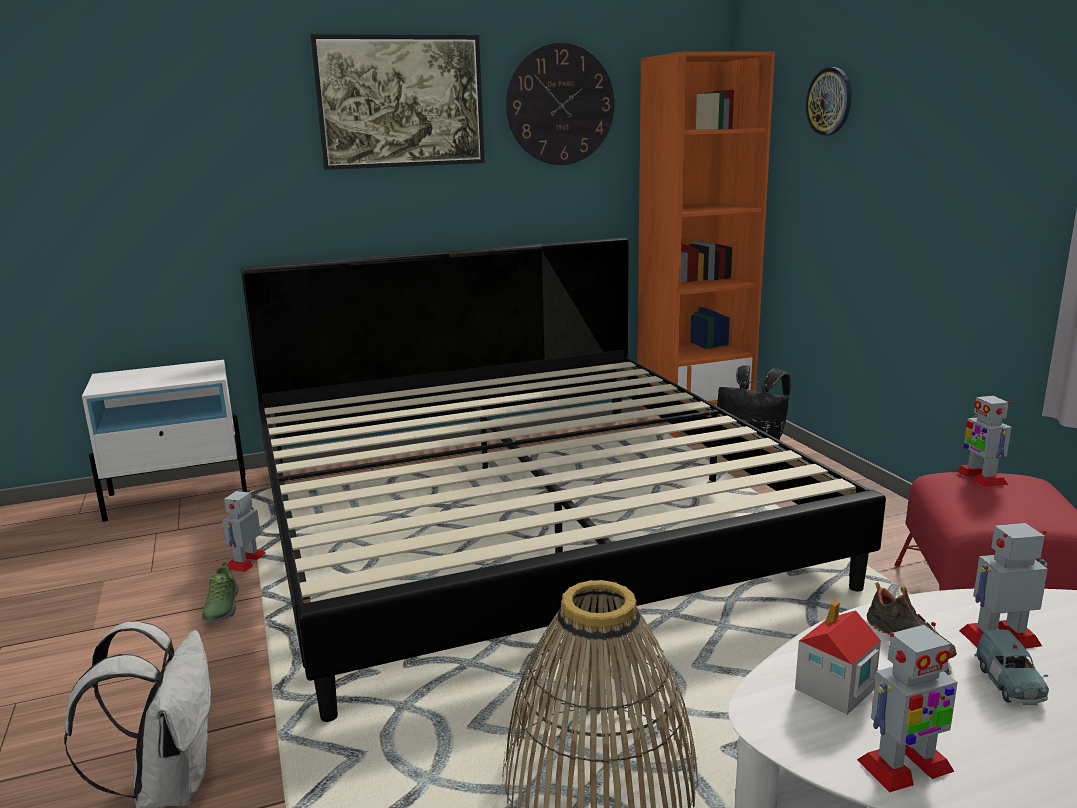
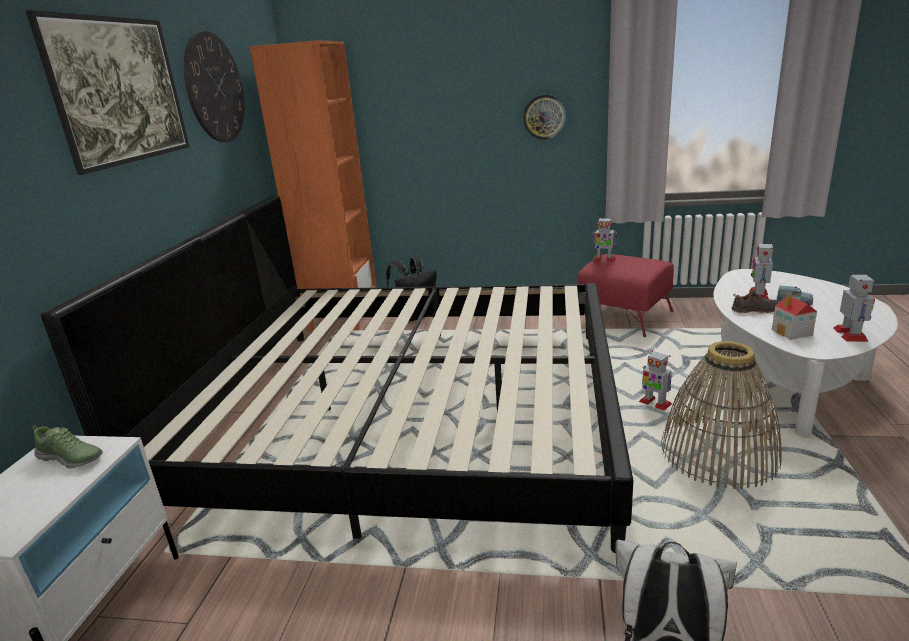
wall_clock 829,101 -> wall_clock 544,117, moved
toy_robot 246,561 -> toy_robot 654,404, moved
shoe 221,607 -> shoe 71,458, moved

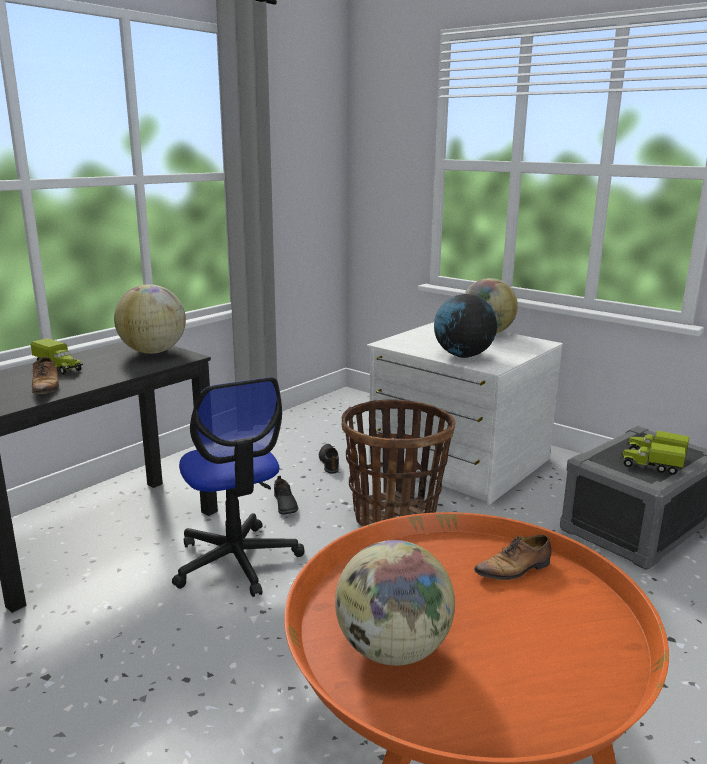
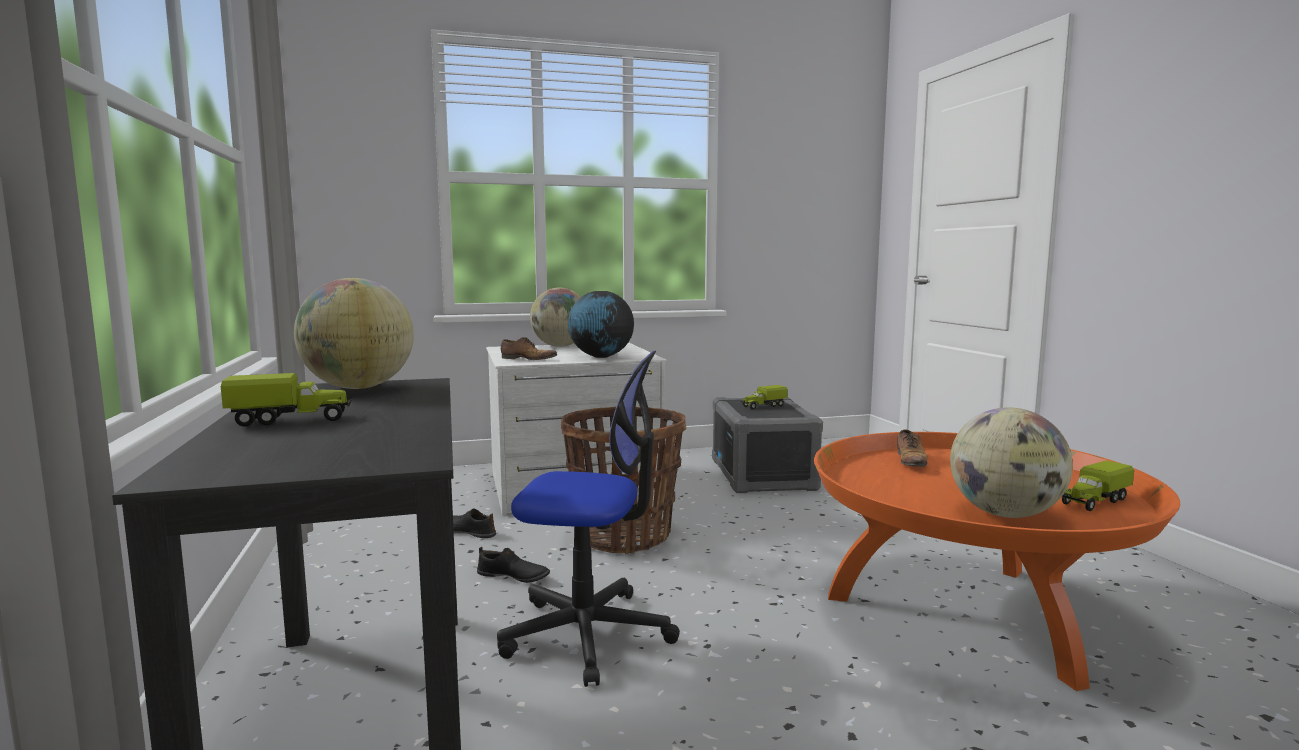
shoe 46,387 -> shoe 528,359, moved
toy_truck 650,467 -> toy_truck 1094,502, moved

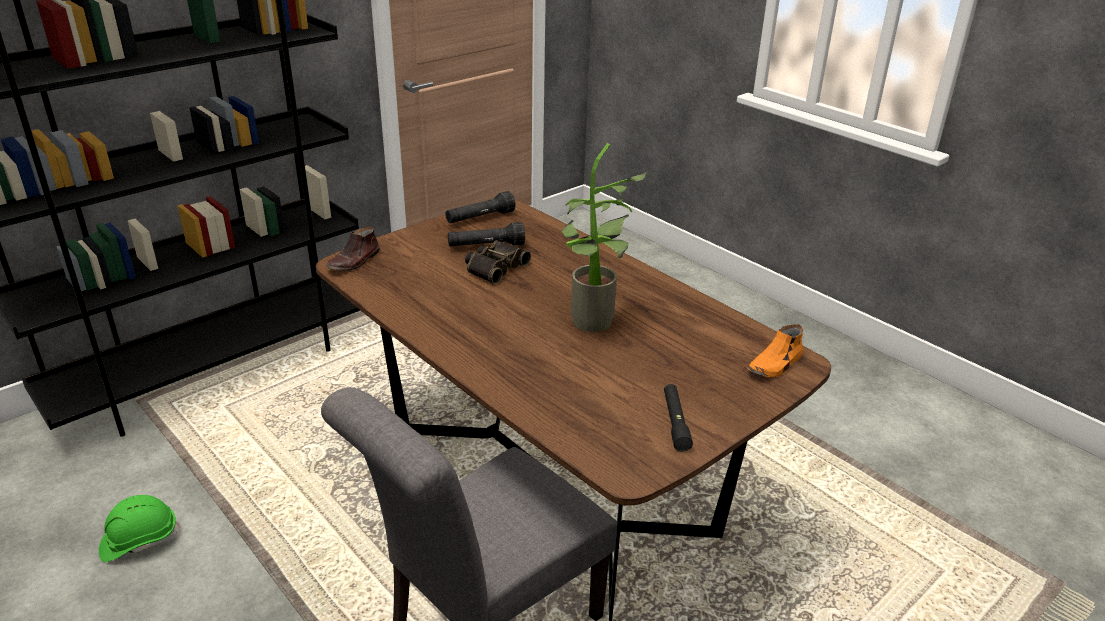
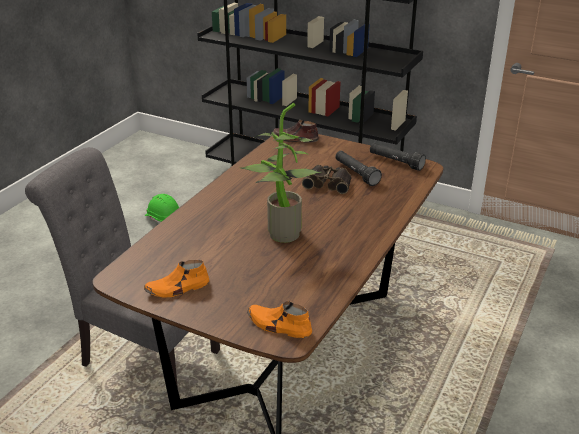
black_flashlight 675,422 -> orange_shoe 177,288

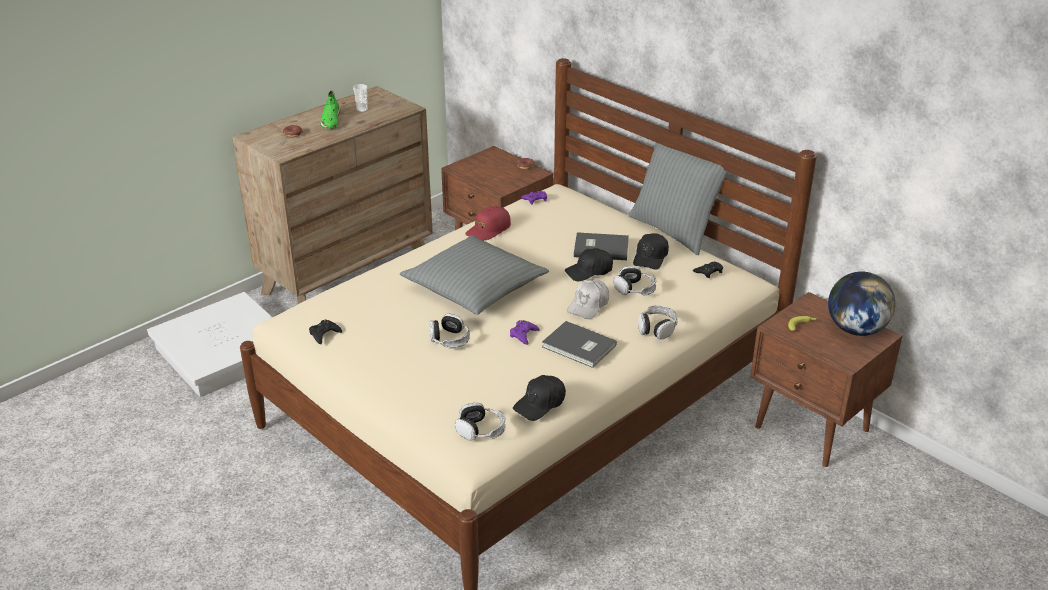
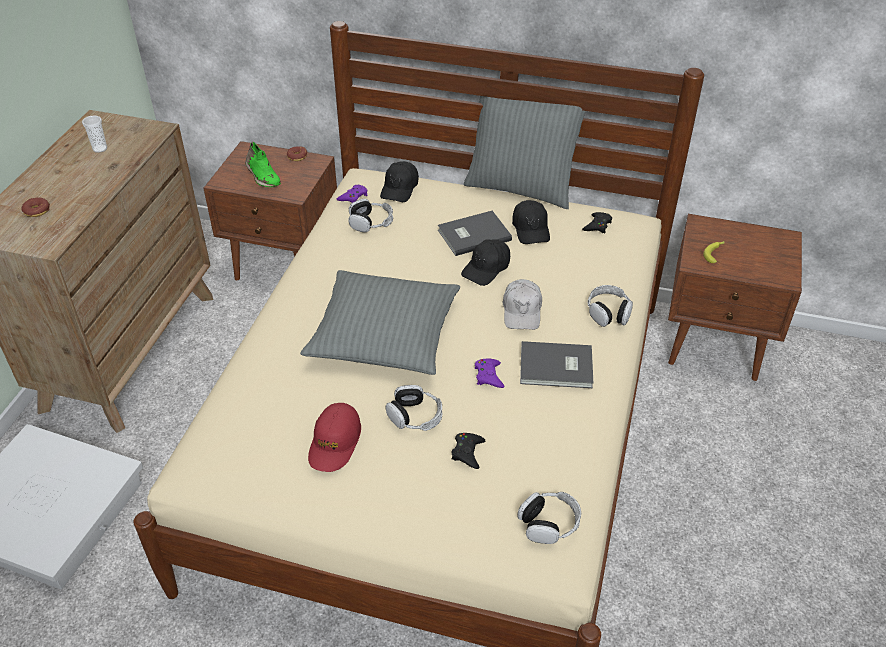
green_shoe 331,121 -> green_shoe 262,176, moved
red_cap 488,230 -> red_cap 335,443, moved
headphones 635,289 -> headphones 371,222, moved
globe 855,329 -> none
black_game_controller 324,334 -> black_game_controller 467,452, moved
black_cap 540,404 -> black_cap 400,188, moved

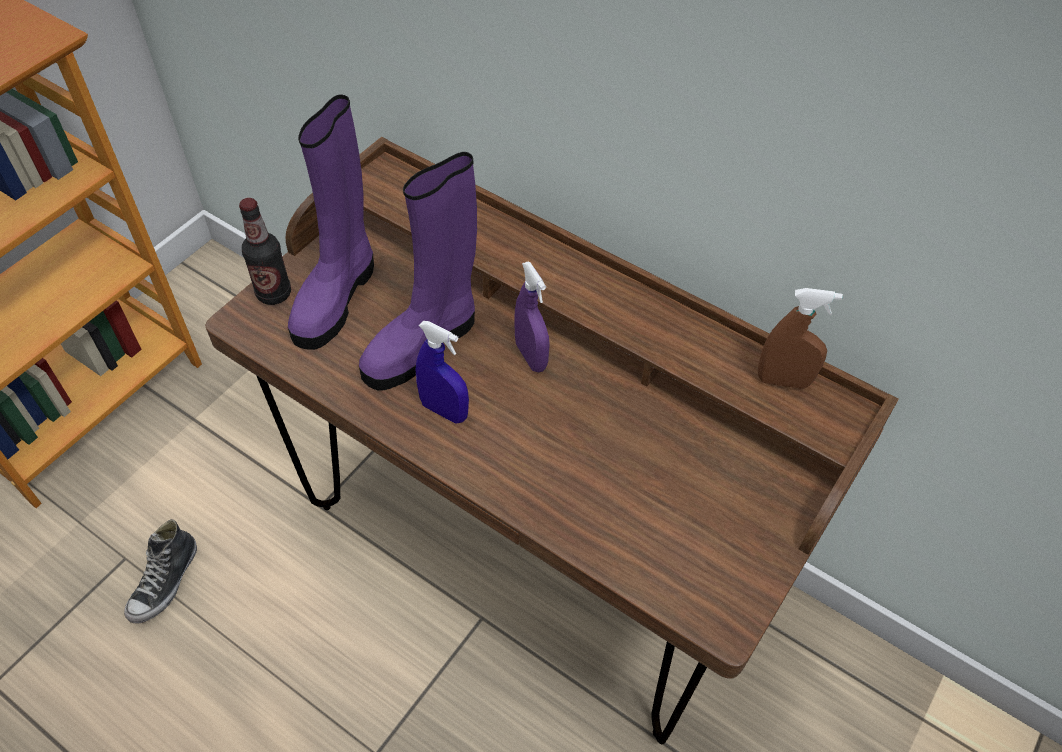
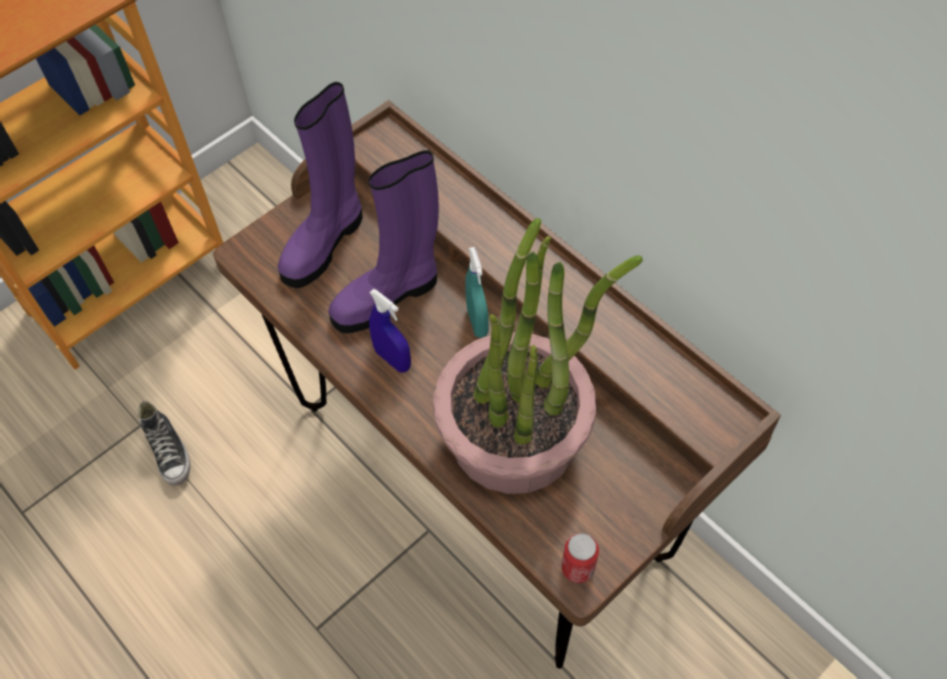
bottle 274,293 -> none
purple_spray_bottle 531,356 -> turquoise_spray_bottle 477,322
brown_spray_bottle 783,381 -> none
shoe 165,582 -> shoe 169,452, 60 degrees counterclockwise
none -> potted_plant 515,434
none -> can 578,568

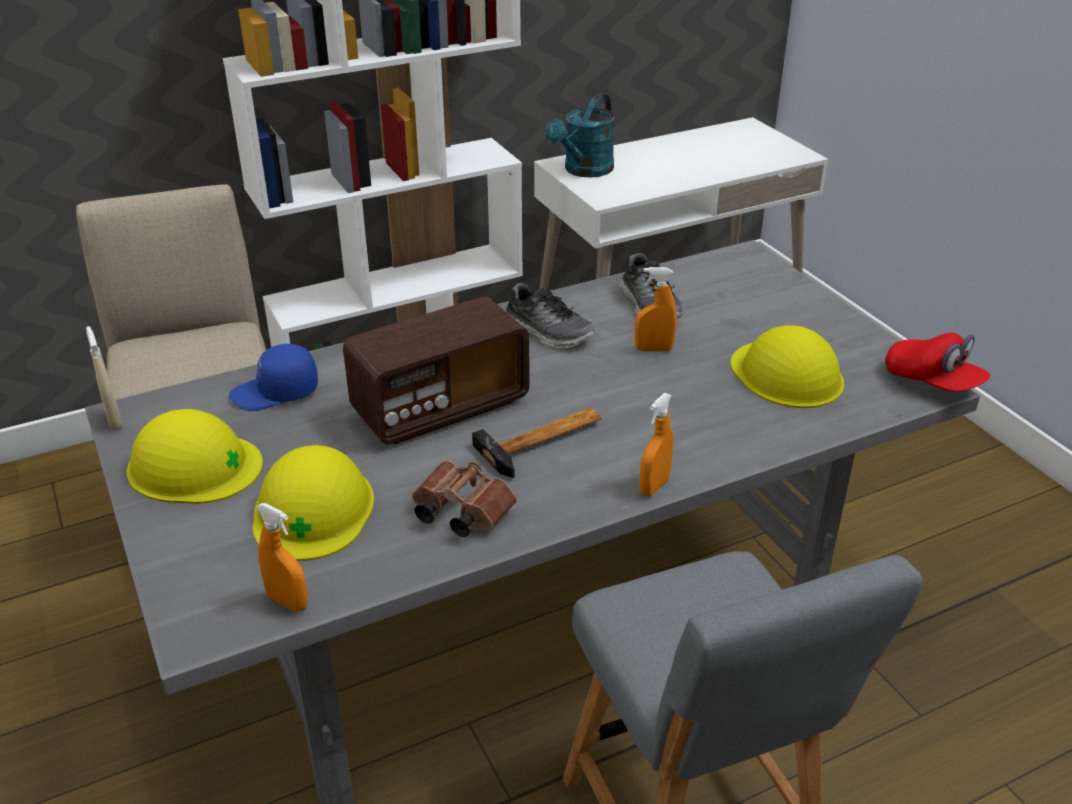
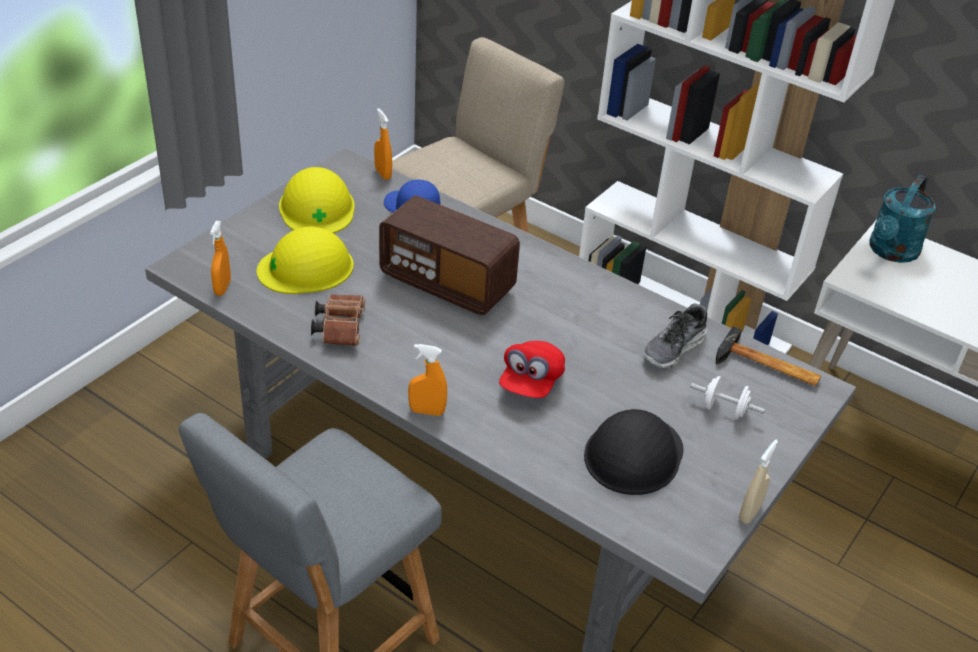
turquoise_watering_can 584,171 -> turquoise_watering_can 891,252, 60 degrees counterclockwise
orange_spray_bottle 653,349 -> orange_spray_bottle 383,173, moved
shoe 548,332 -> none
yellow_hard_hat 786,374 -> black_hard_hat 633,454
beige_spray_bottle 114,420 -> beige_spray_bottle 749,513, moved
red_cap 932,382 -> red_cap 531,382, moved
hammer 545,442 -> hammer 767,368, moved
none -> white_dumbbell 724,410

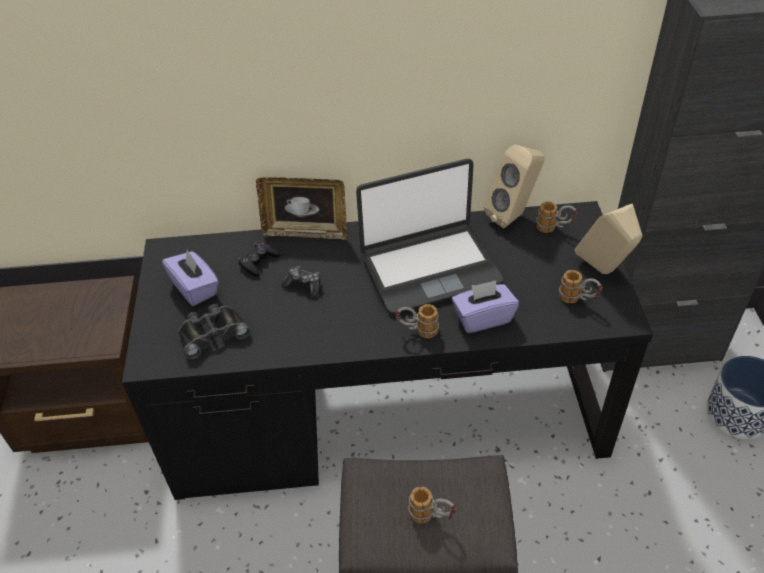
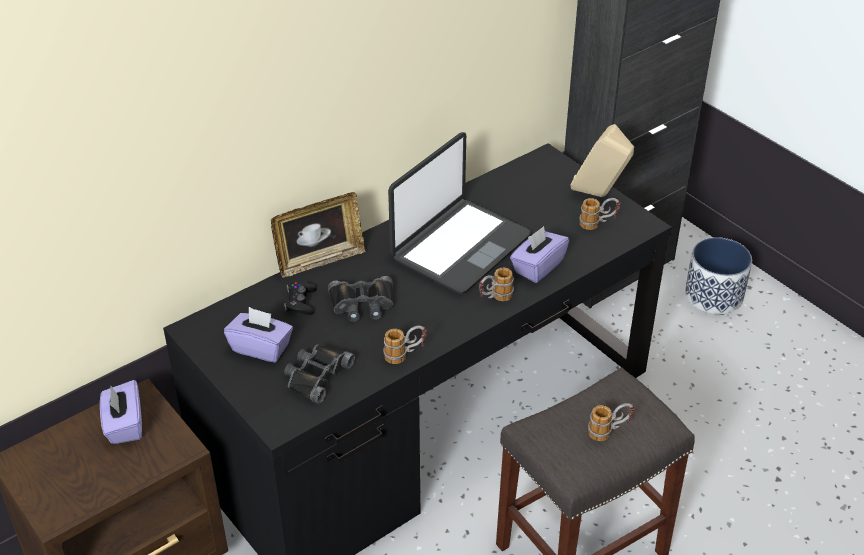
beige_speaker 513,216 -> none
mug 554,228 -> mug 405,355, moved
game_controller 304,285 -> black_binoculars 362,304
none -> purple_tissue_box 124,425

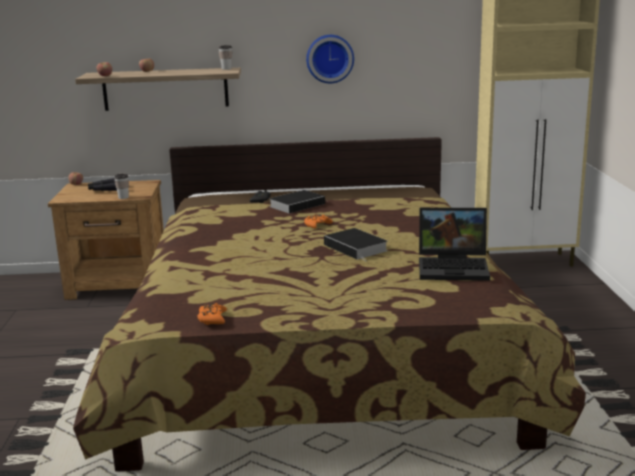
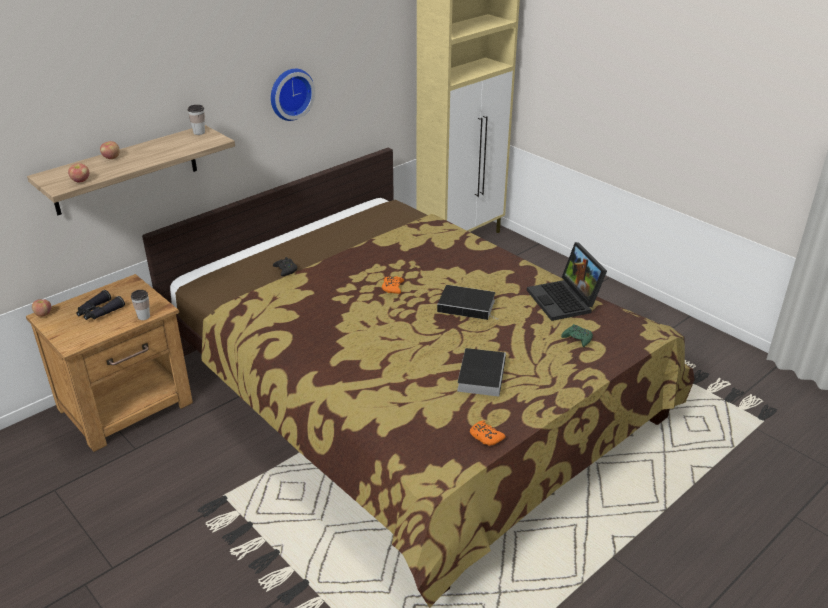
book 298,205 -> book 481,374, moved
laptop 454,267 -> laptop 565,301, 105 degrees clockwise
none -> green_game_controller 577,338

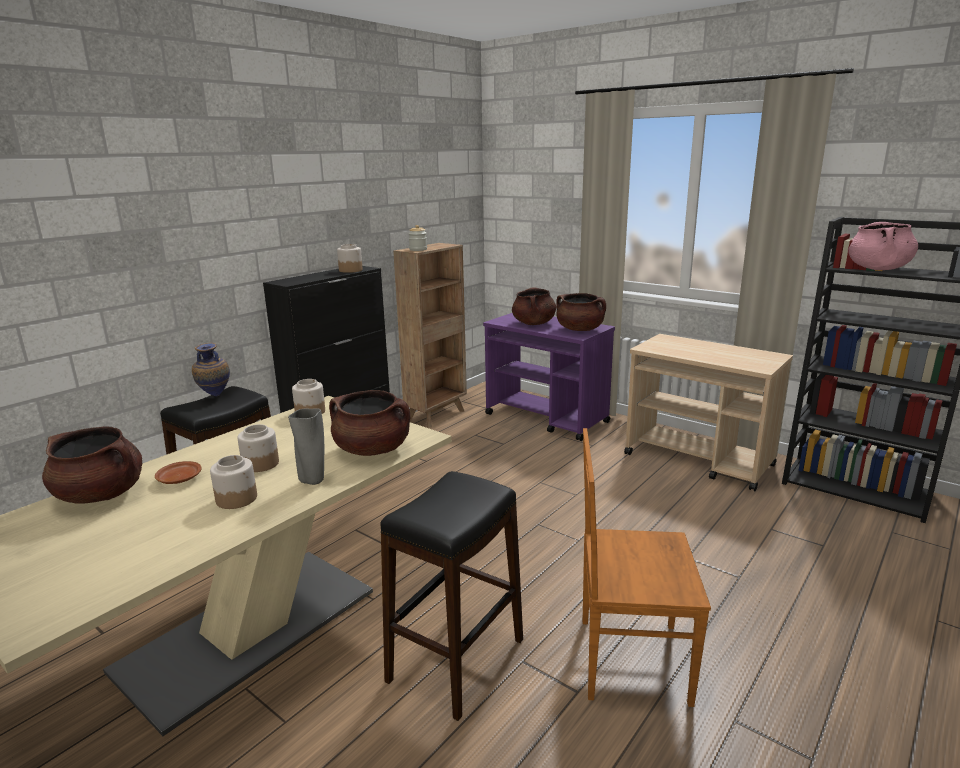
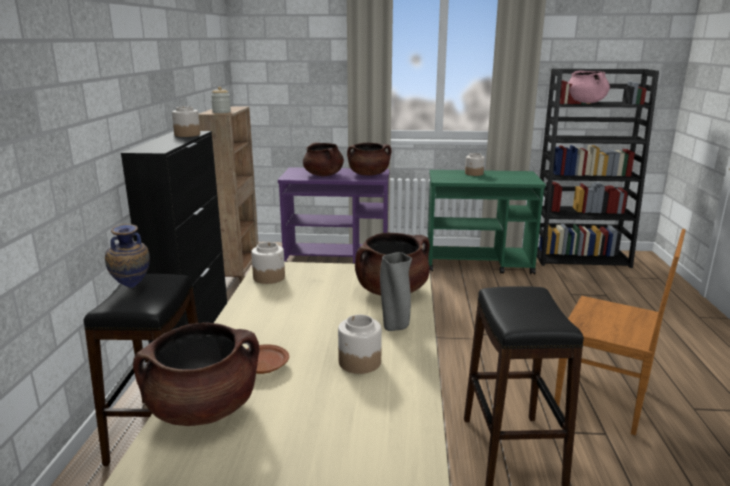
beige_cart 699,460 -> green_cart 479,263
jar 260,464 -> jar 474,174, moved
brown_chair 628,659 -> brown_chair 604,401, 120 degrees counterclockwise

